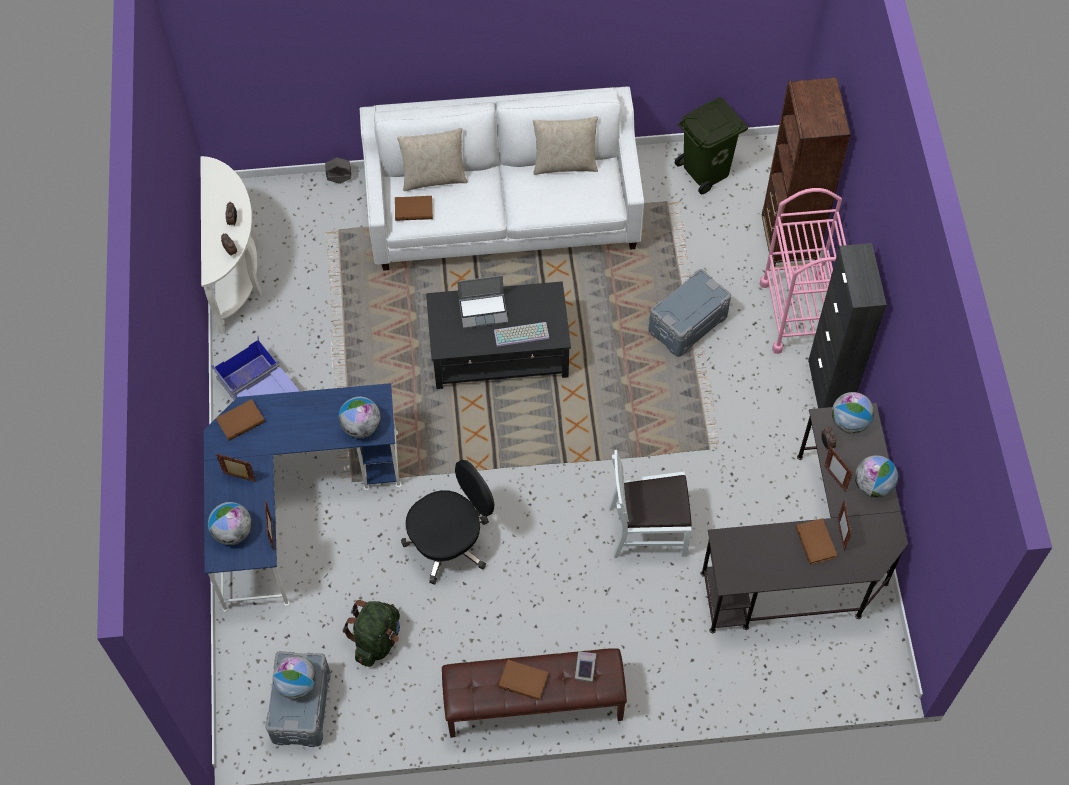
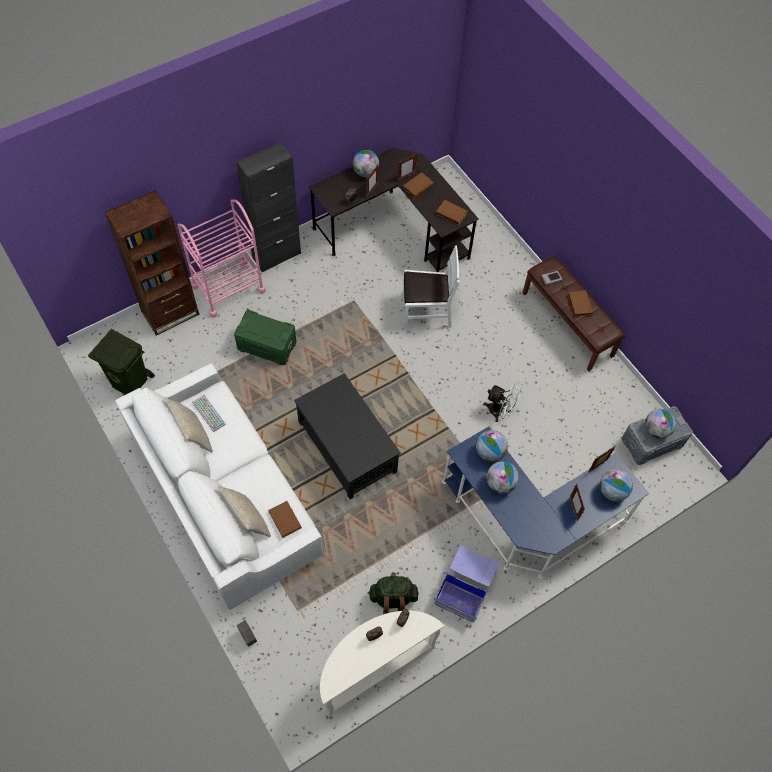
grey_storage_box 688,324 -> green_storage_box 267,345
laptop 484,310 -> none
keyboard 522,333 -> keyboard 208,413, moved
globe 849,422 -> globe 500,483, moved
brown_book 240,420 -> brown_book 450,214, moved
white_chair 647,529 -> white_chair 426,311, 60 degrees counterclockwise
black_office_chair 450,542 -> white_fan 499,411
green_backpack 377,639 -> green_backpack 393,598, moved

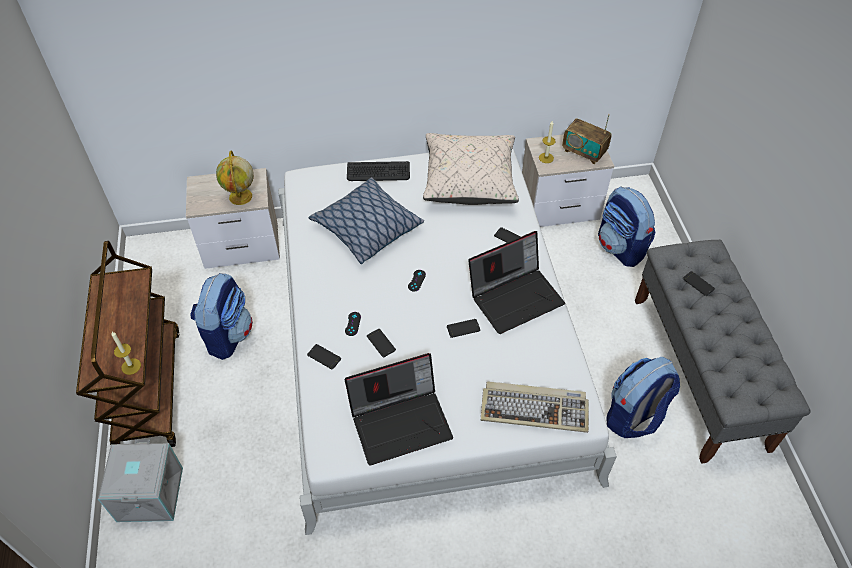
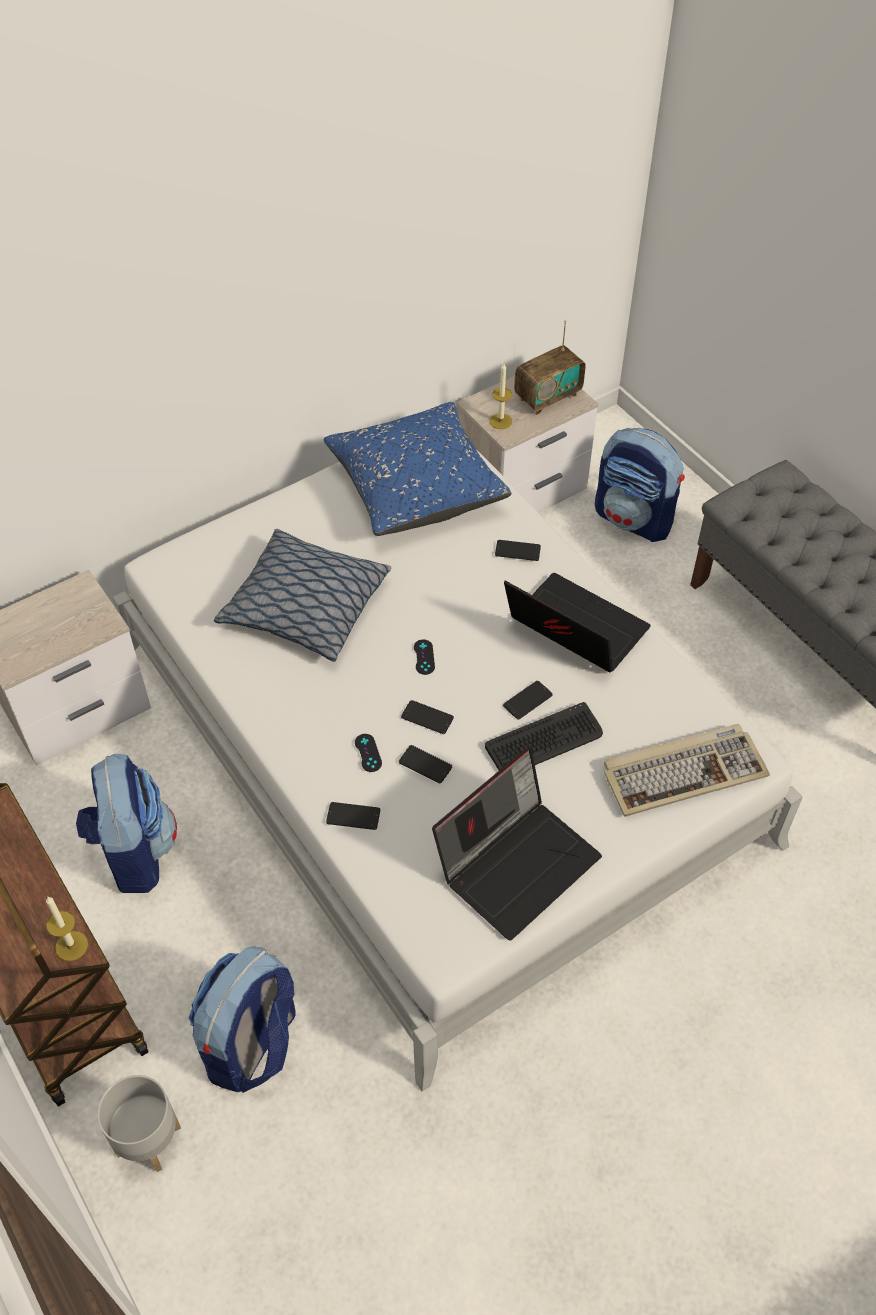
radio 584,152 -> radio 547,397, 45 degrees counterclockwise
beige_pillow 469,180 -> blue_pillow 416,487
globe 241,197 -> none
keyboard 378,172 -> keyboard 544,741, moved
laptop 515,296 -> laptop 572,630, 90 degrees counterclockwise
phone 698,284 -> phone 427,717, moved
backpack 634,416 -> backpack 252,1045, moved
grey_storage_box 149,494 -> grey_planter 147,1140

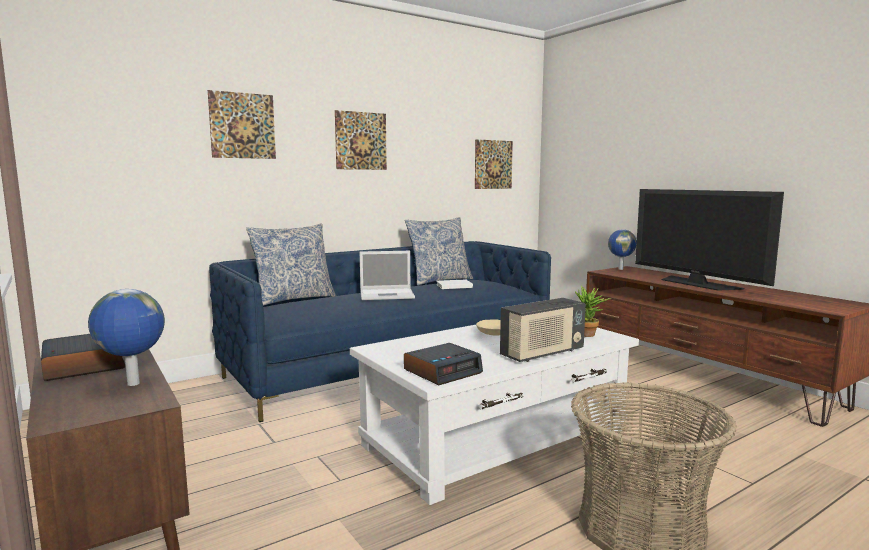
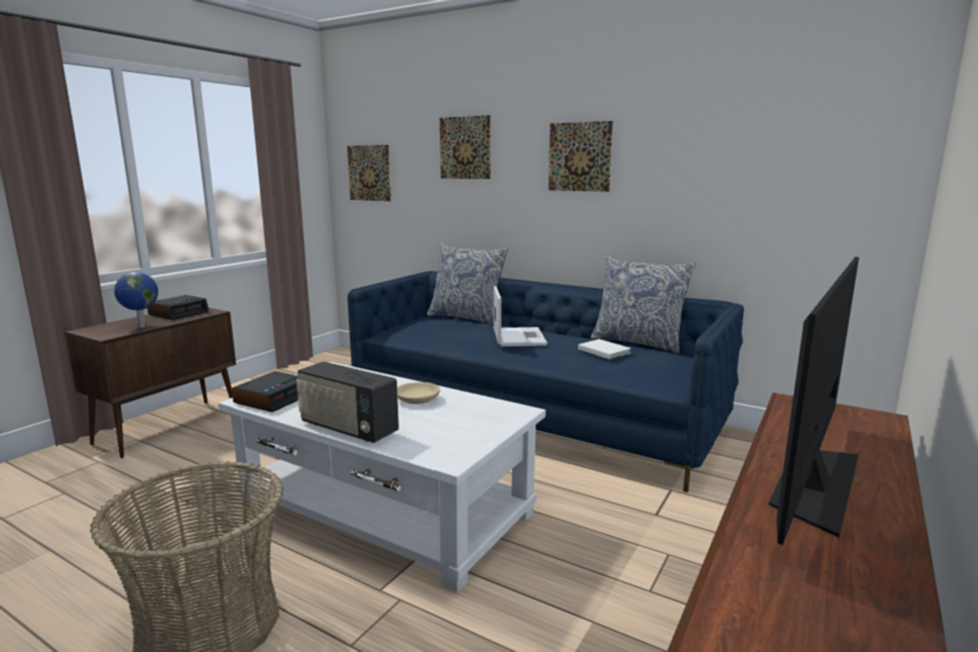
picture 493,164 -> picture 369,173, moved
globe 620,269 -> none
laptop 388,295 -> laptop 518,337, 150 degrees counterclockwise
potted_plant 588,335 -> none
alarm_clock 443,371 -> alarm_clock 273,398, 90 degrees counterclockwise

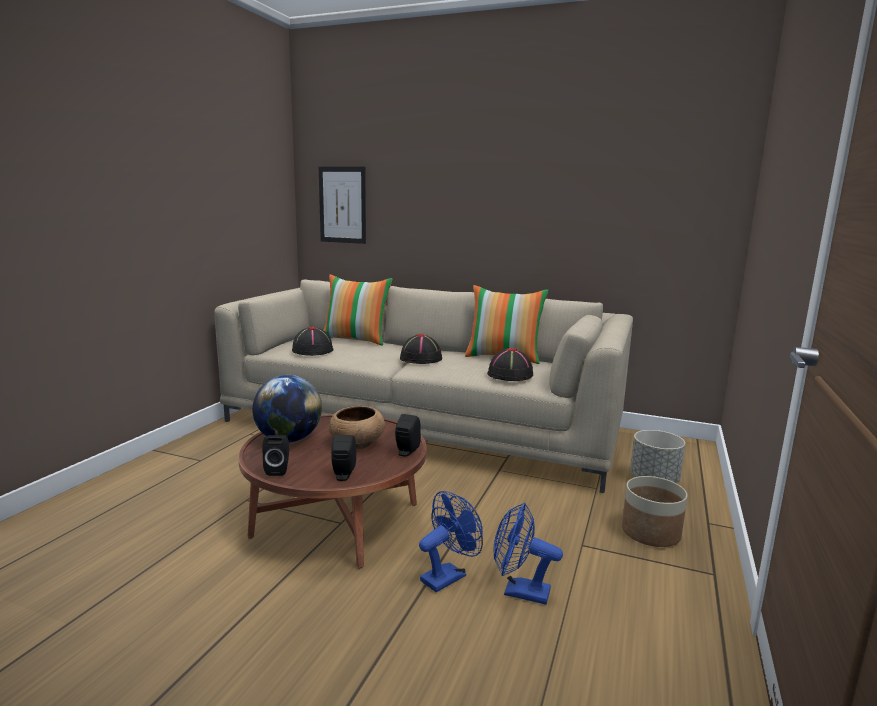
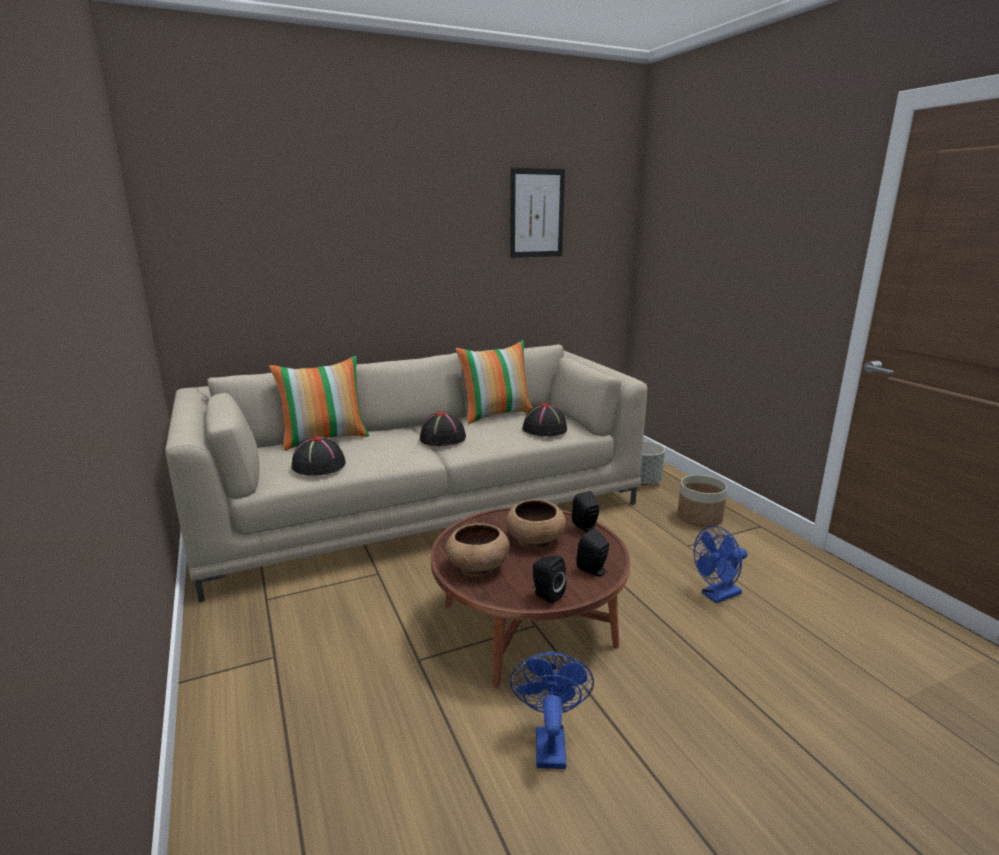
picture 342,205 -> picture 536,213, moved
globe 288,439 -> brown_bowl 477,567
blue_fan 448,575 -> blue_fan 549,742, moved

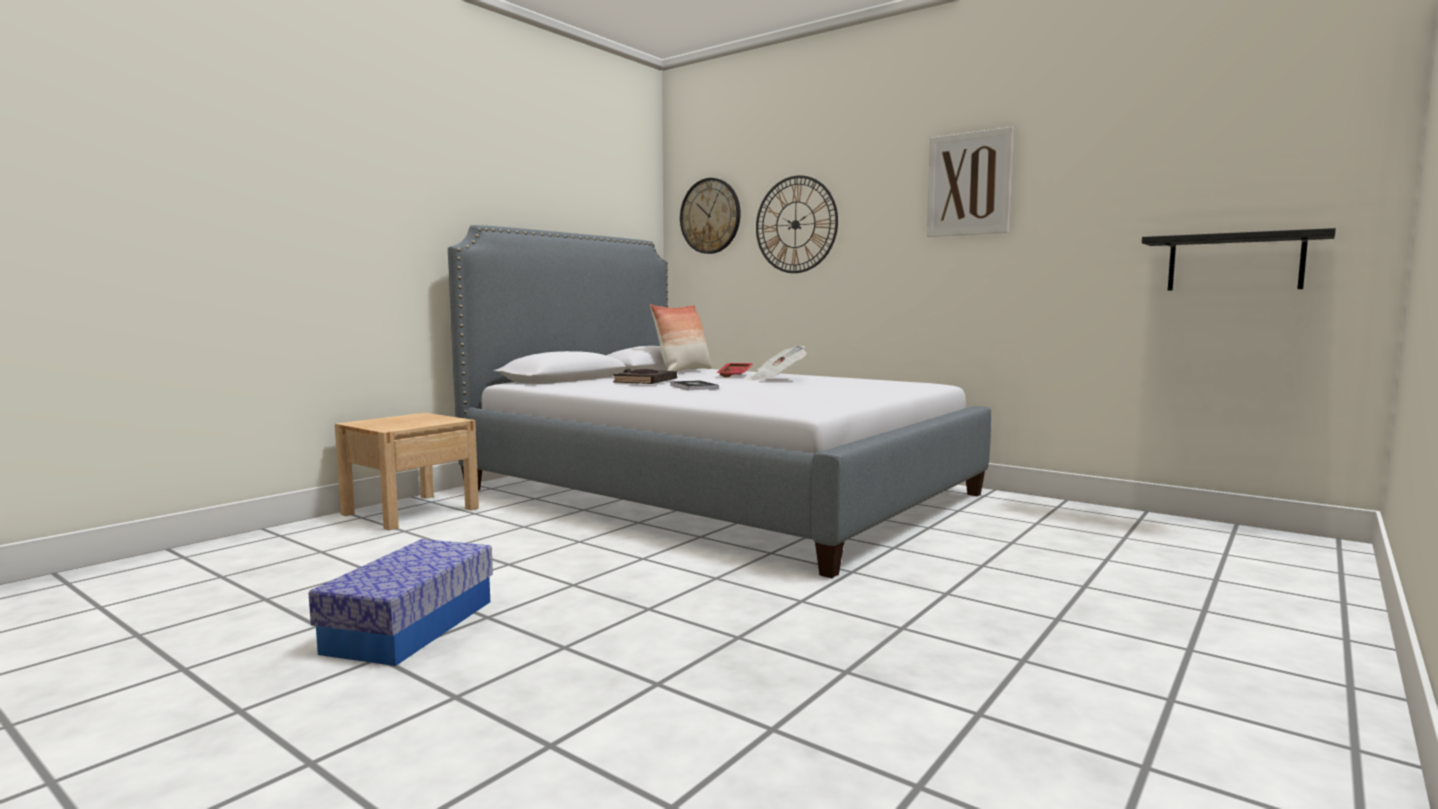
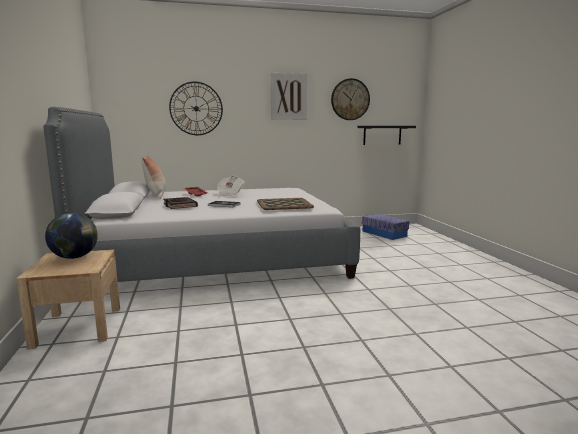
wall_clock 710,216 -> wall_clock 350,99, moved
storage_box 411,626 -> storage_box 384,234, moved
none -> tray 284,204
none -> globe 75,257

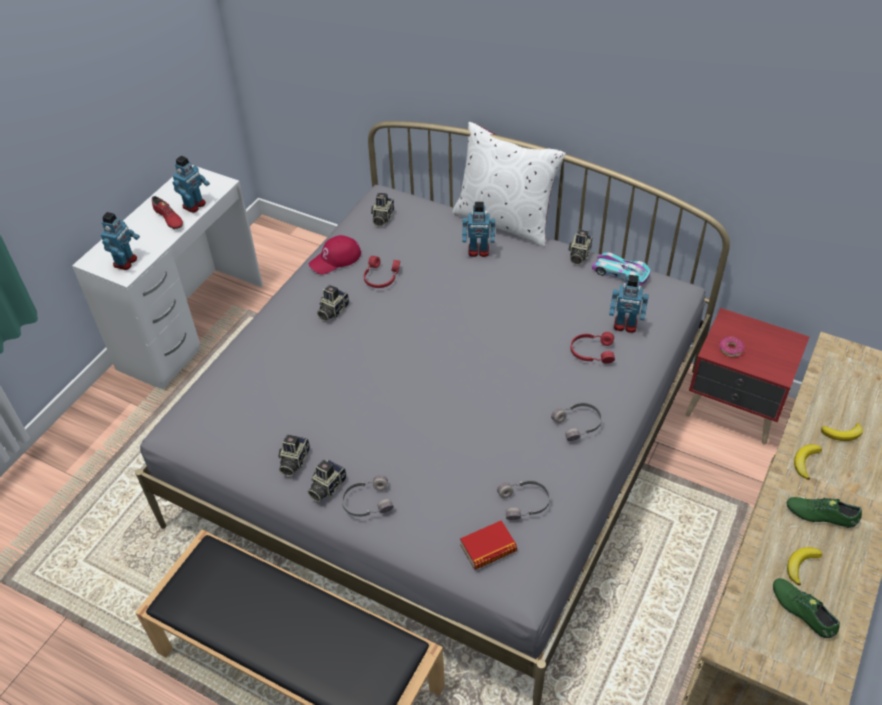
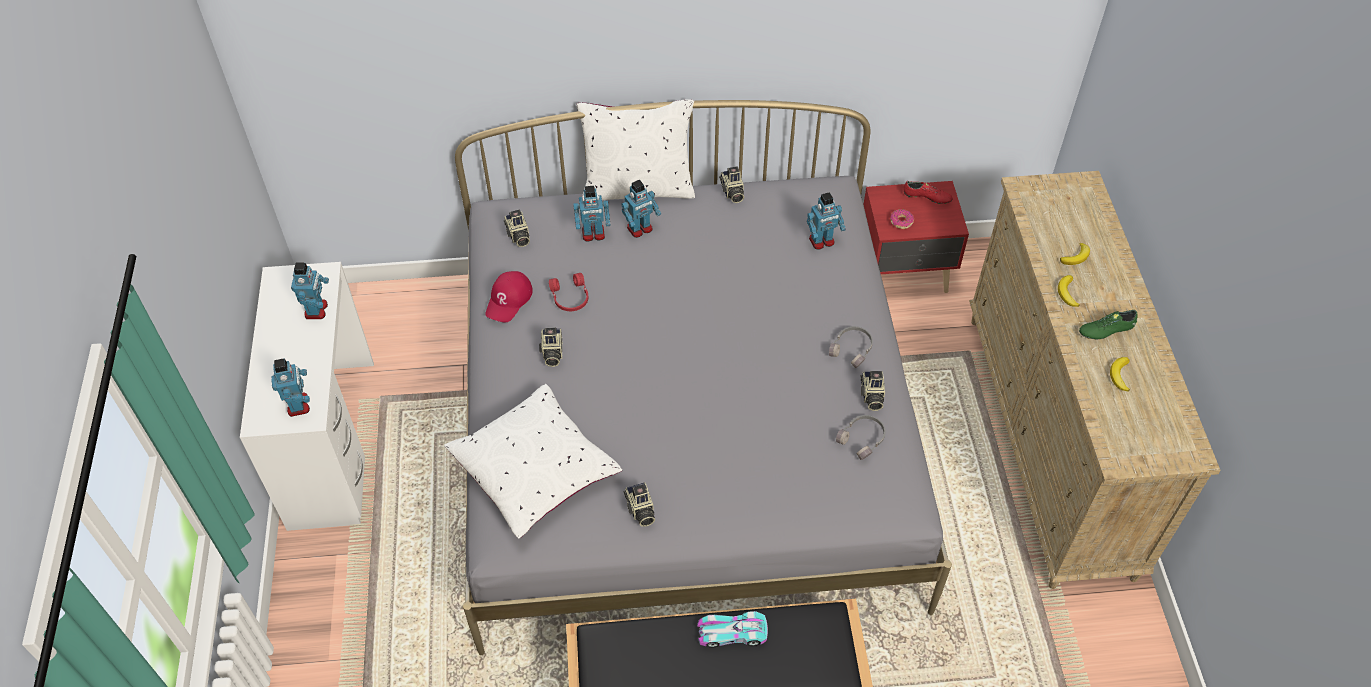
red_shoe 169,219 -> red_shoe 926,198, moved
toy_car 620,273 -> toy_car 732,633, moved
red_headphones 591,351 -> none
photo_camera 326,487 -> photo_camera 871,396, moved
grey_headphones 367,501 -> none
book 488,548 -> none
green_shoe 802,611 -> none
none -> toy_robot 593,234
none -> white_pillow 534,470

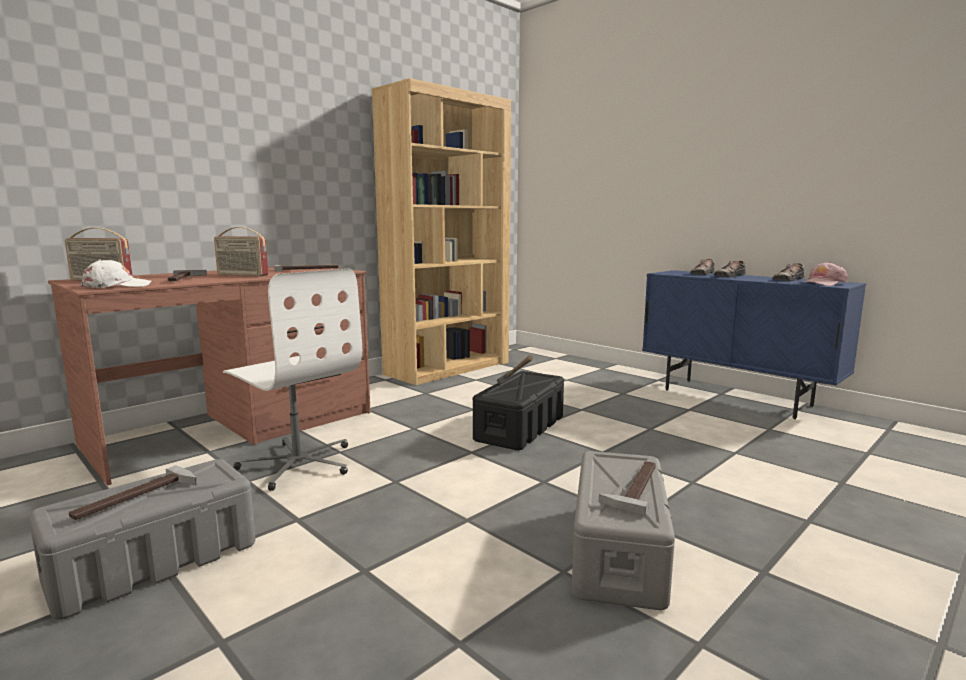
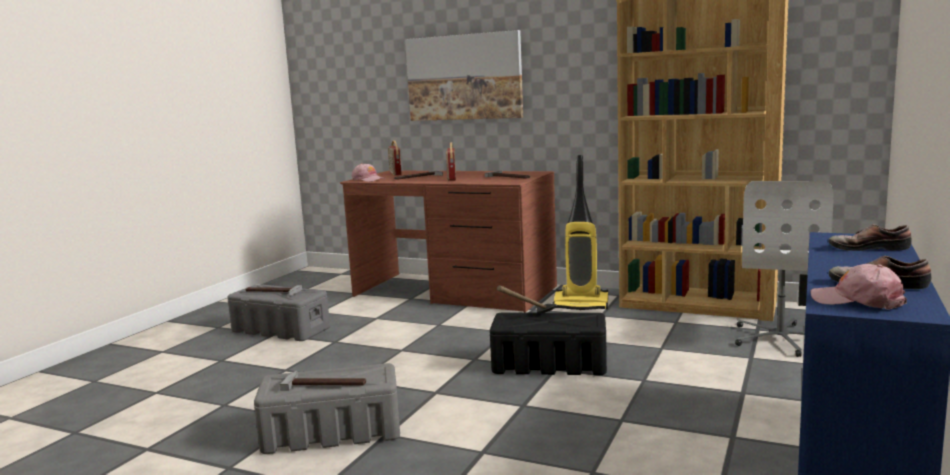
white_cap 116,286 -> pink_cap 368,179
shoe 728,276 -> none
white_office_chair 298,463 -> white_office_chair 780,339, moved
none -> picture 464,77
none -> vacuum_cleaner 581,304

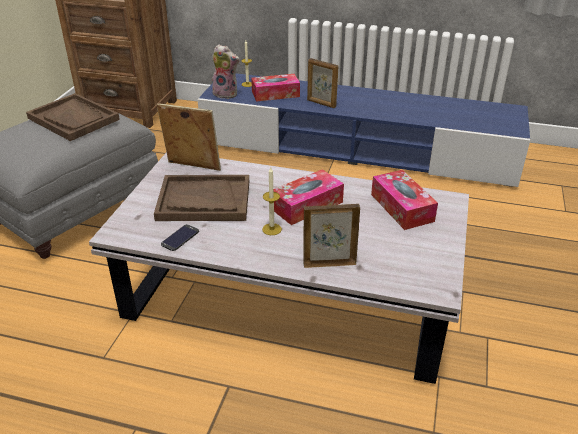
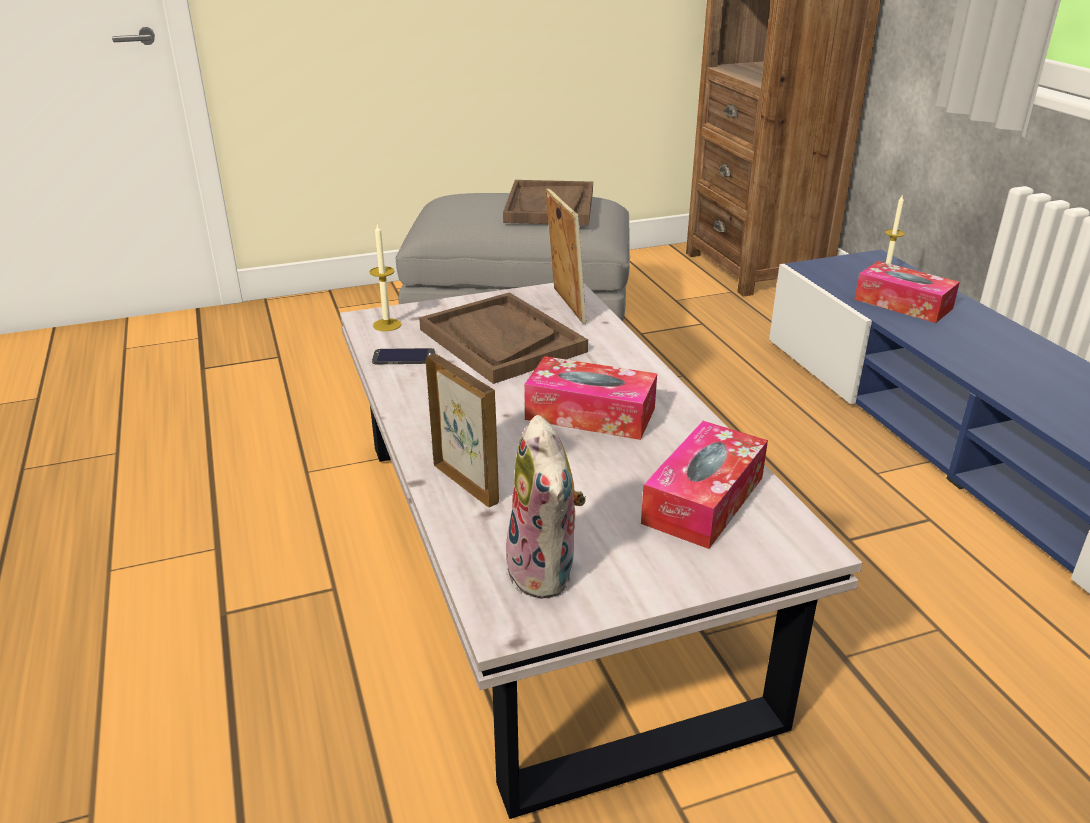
plush_toy 226,94 -> plush_toy 547,572, moved
picture_frame 321,103 -> none
candle 272,229 -> candle 387,325, moved

